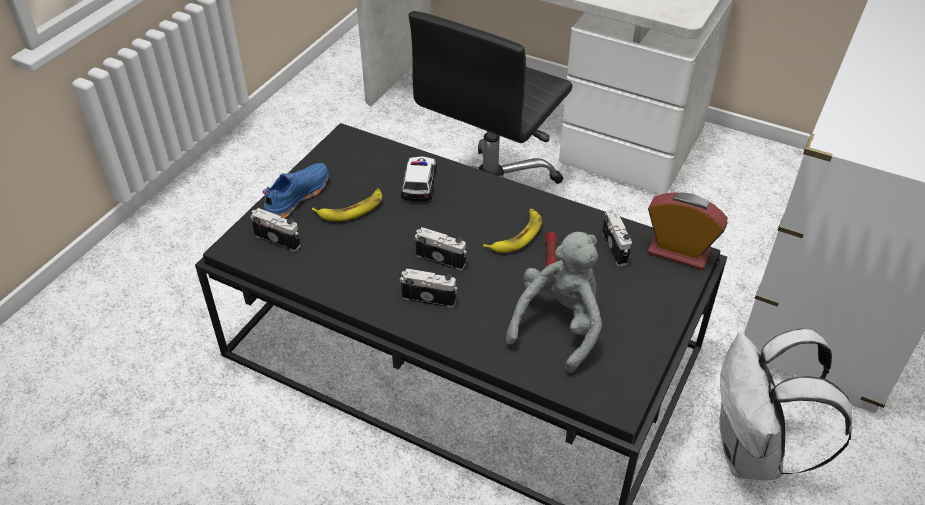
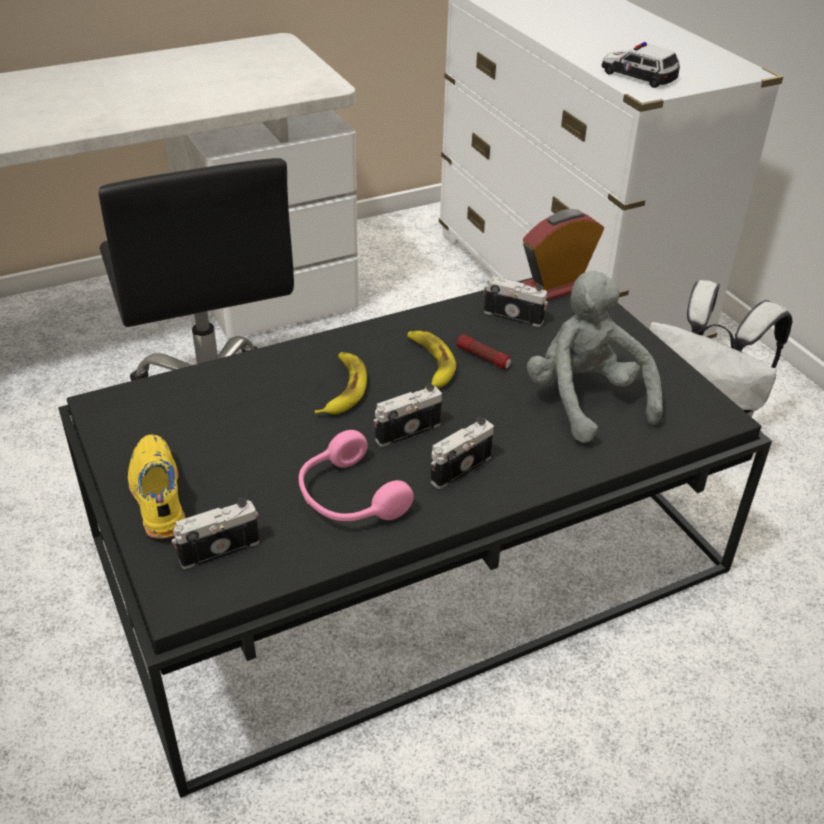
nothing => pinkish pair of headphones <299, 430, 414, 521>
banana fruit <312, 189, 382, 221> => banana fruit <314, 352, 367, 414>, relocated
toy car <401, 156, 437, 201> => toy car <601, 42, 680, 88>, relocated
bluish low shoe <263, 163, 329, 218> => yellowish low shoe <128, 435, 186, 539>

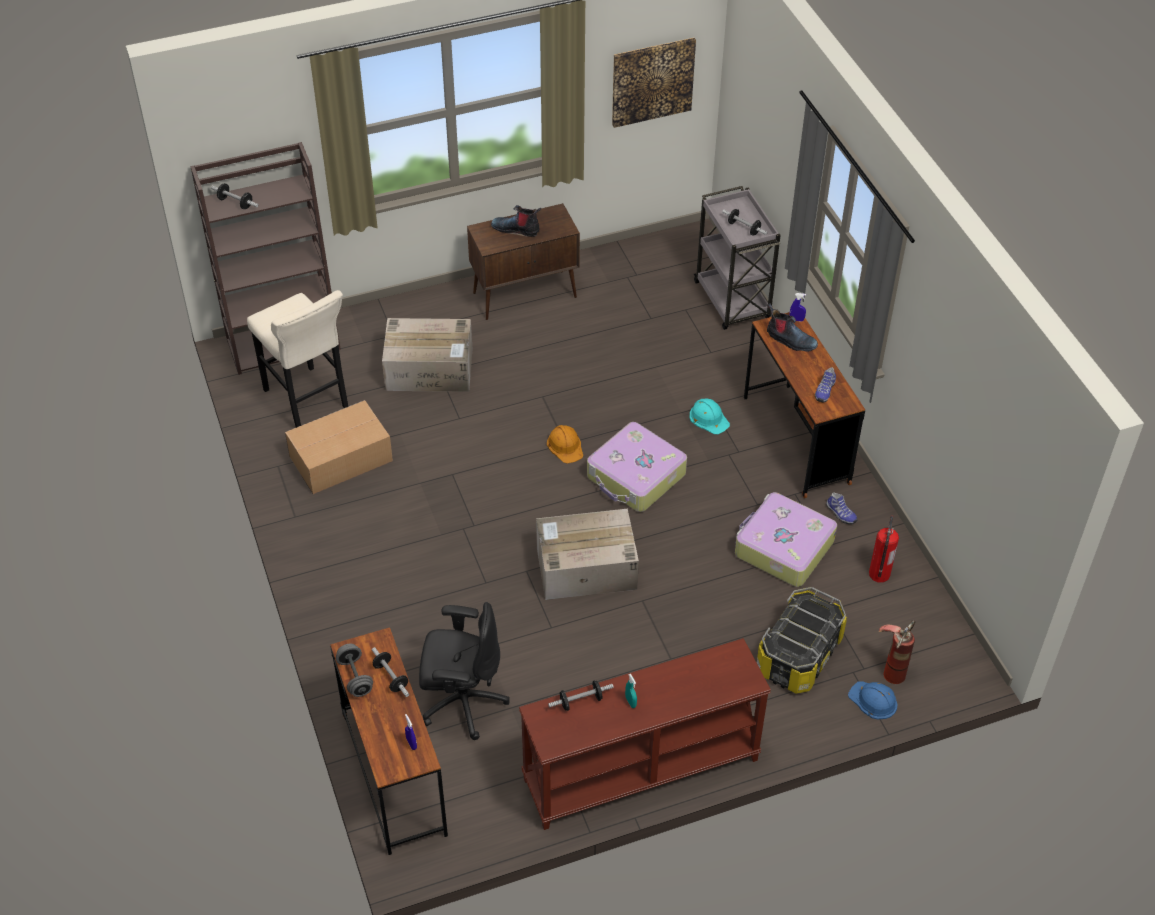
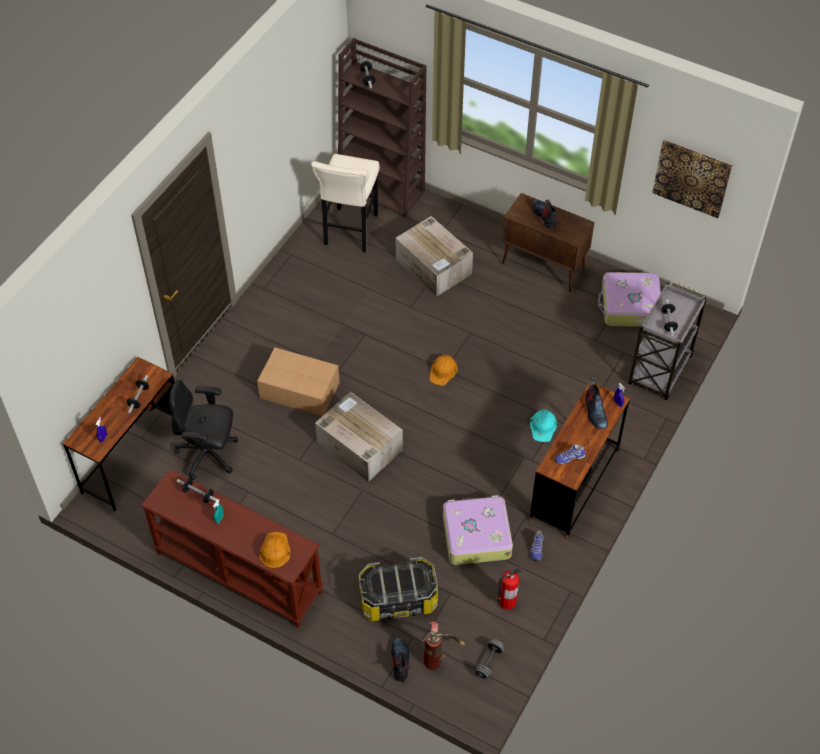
nothing => orangey hard hat <259, 532, 290, 568>
packing box <285, 400, 393, 494> => packing box <257, 348, 340, 416>, relocated
gray hand weight <336, 644, 373, 697> => gray hand weight <474, 639, 504, 679>, relocated
piece of luggage <587, 422, 687, 512> => piece of luggage <598, 272, 661, 327>, relocated
bluish hard hat <848, 681, 897, 719> => tall boot <391, 638, 409, 682>
blackish desk chair <419, 602, 510, 740> => blackish desk chair <169, 380, 238, 480>, 135 degrees clockwise

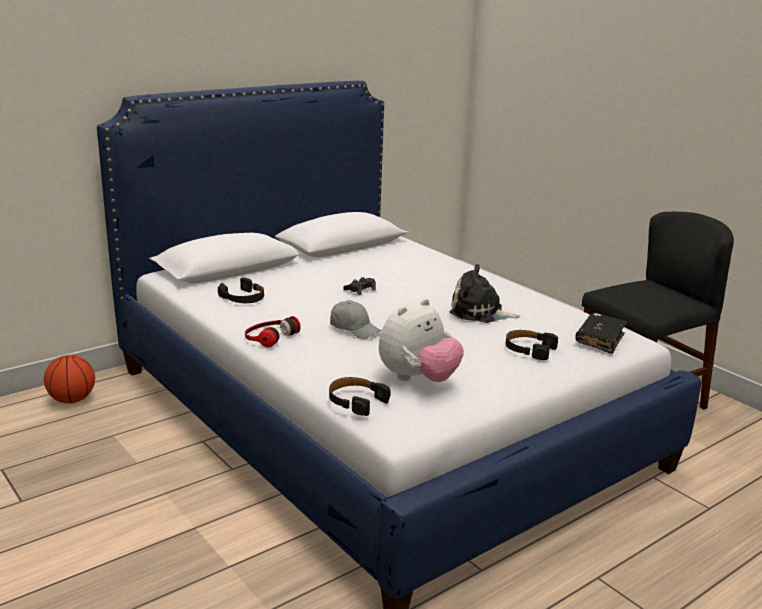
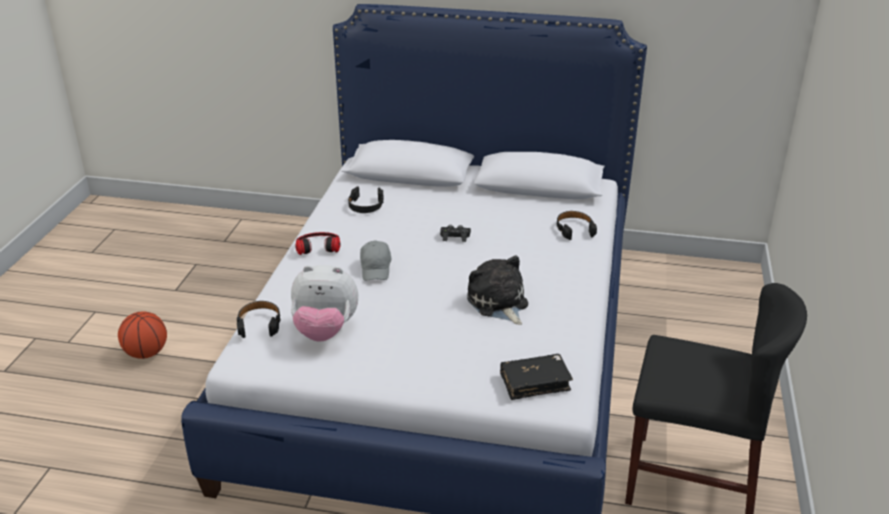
ball for basketball <44, 355, 95, 404> => ball for basketball <118, 311, 167, 359>, relocated
blackish pair of headphones <506, 330, 558, 360> => blackish pair of headphones <557, 211, 597, 240>, relocated

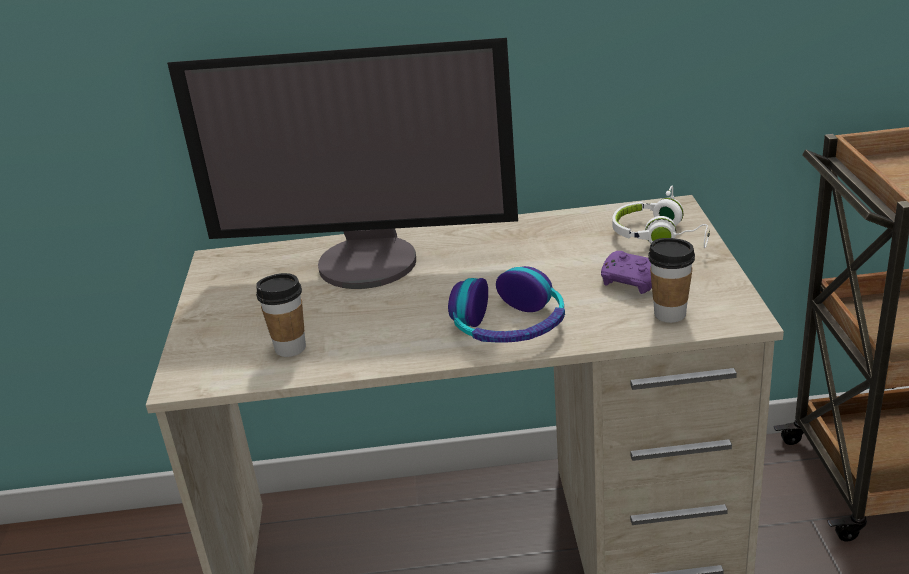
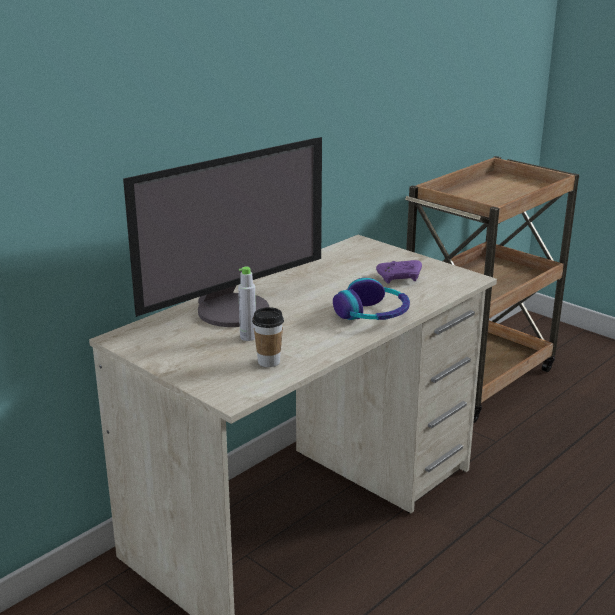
whitish pair of headphones <613, 186, 710, 248> => nothing
cup <648, 238, 695, 323> => nothing
nothing => gray drink bottle <238, 267, 256, 341>

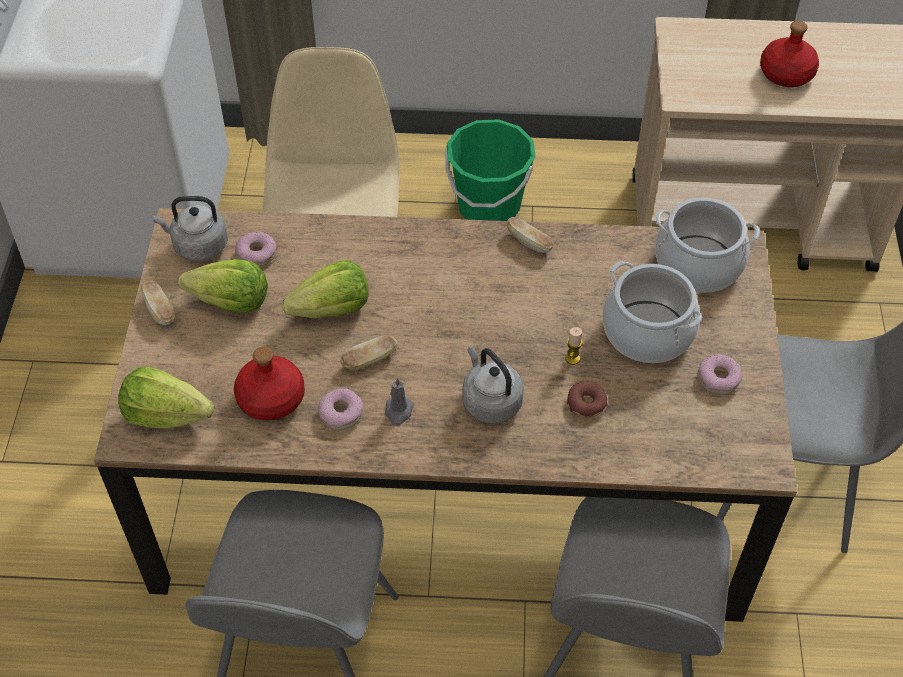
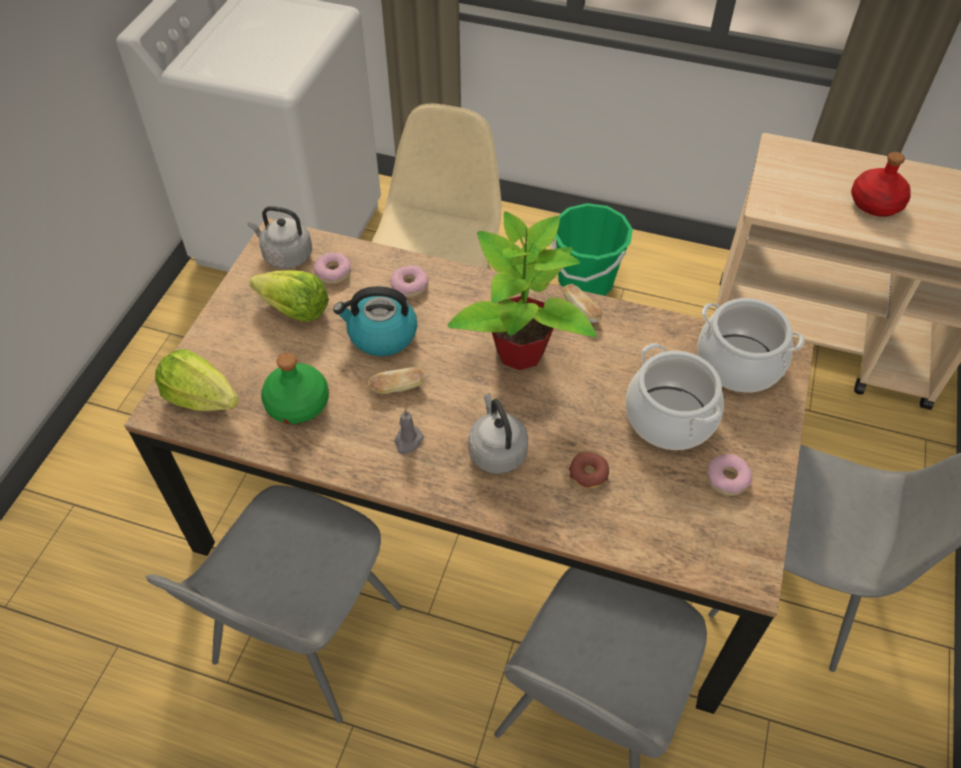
bread <141, 281, 175, 326> => nothing
wax light <565, 327, 583, 365> => nothing
nothing => plant in a pot <448, 212, 597, 370>
doughnut <318, 388, 363, 430> => doughnut <390, 265, 429, 298>, relocated
lettuce head <282, 260, 369, 318> => kettle <333, 286, 417, 356>
reddish drink bottle <234, 347, 305, 421> => greenish drink bottle <261, 353, 329, 424>

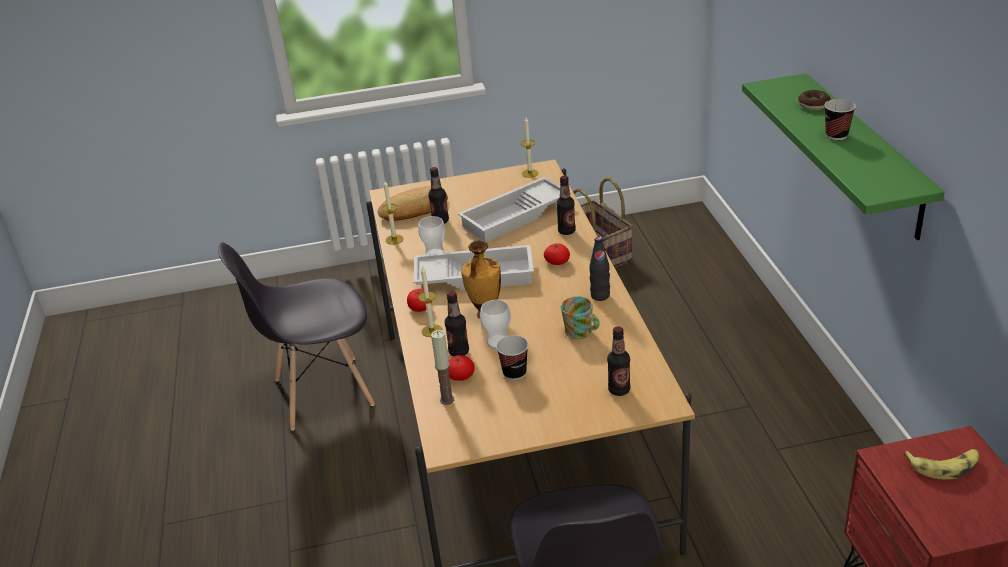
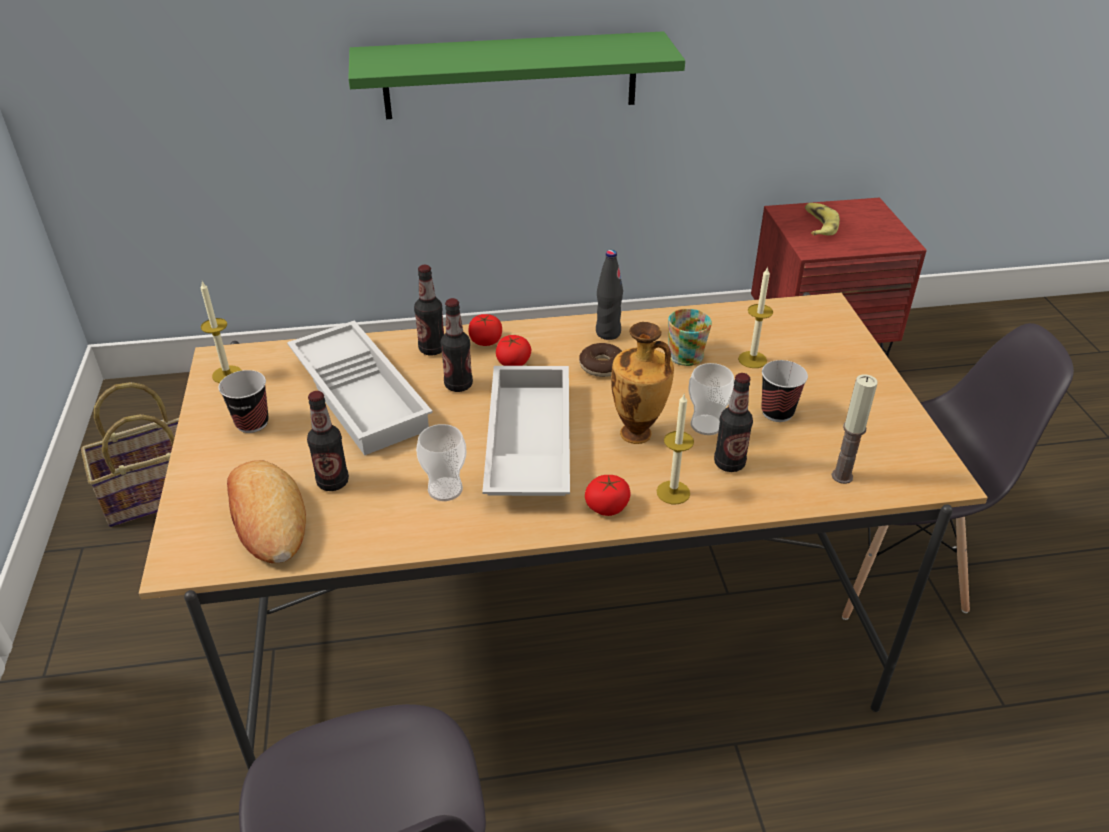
wax light <382, 181, 404, 245> => wax light <738, 266, 773, 368>, relocated
fresh tomato <449, 355, 475, 381> => fresh tomato <469, 314, 502, 346>, relocated
drink bottle <607, 327, 630, 396> => drink bottle <441, 298, 473, 392>, relocated
doughnut <798, 90, 831, 110> => doughnut <579, 343, 622, 377>, relocated
cup <824, 99, 856, 140> => cup <219, 370, 269, 433>, relocated

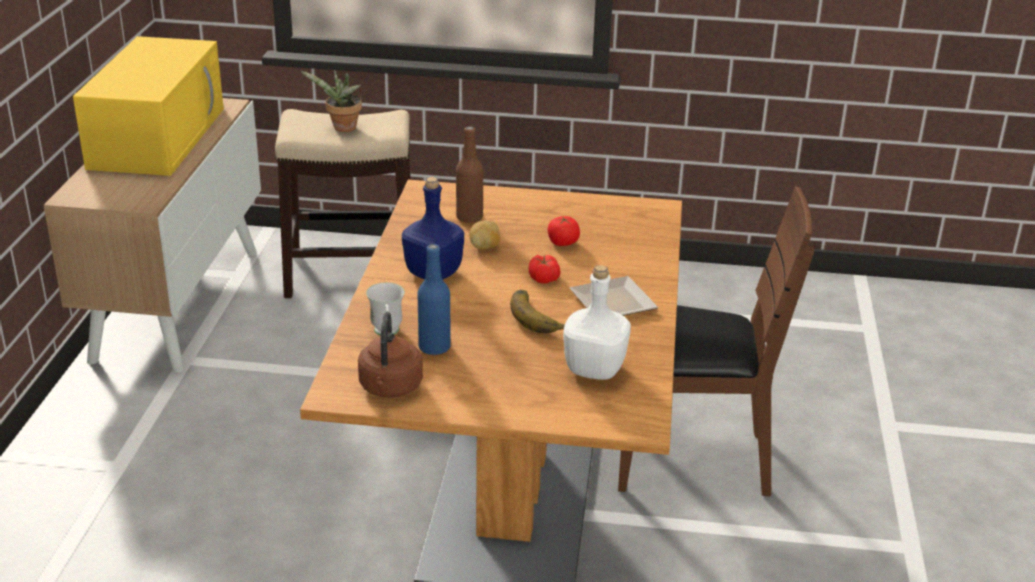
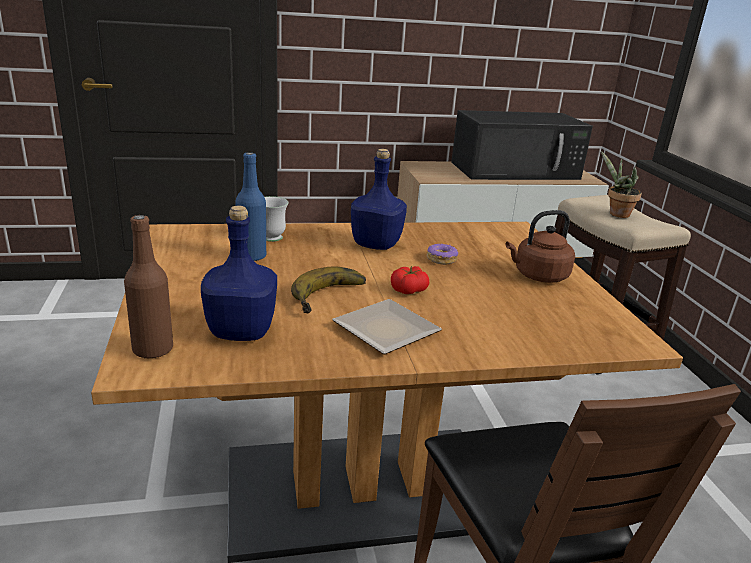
fresh tomato <548, 216, 580, 246> => nothing
brown kettle <358, 312, 423, 398> => brown kettle <506, 210, 575, 283>, relocated
brown drink bottle <456, 126, 483, 223> => brown drink bottle <124, 215, 173, 359>, relocated
potato <469, 220, 500, 250> => doughnut <427, 243, 458, 265>
yellowish microwave <73, 36, 224, 176> => blackish microwave <451, 110, 593, 180>
whitish drink bottle <563, 265, 631, 380> => bluish drink bottle <201, 205, 277, 341>

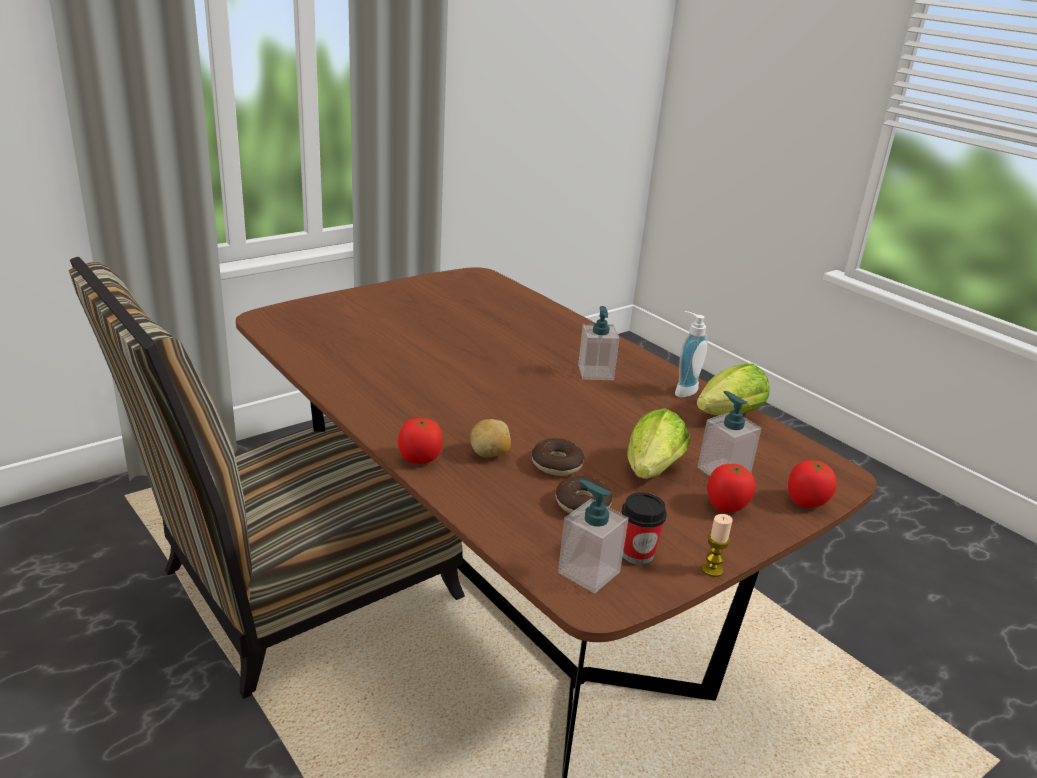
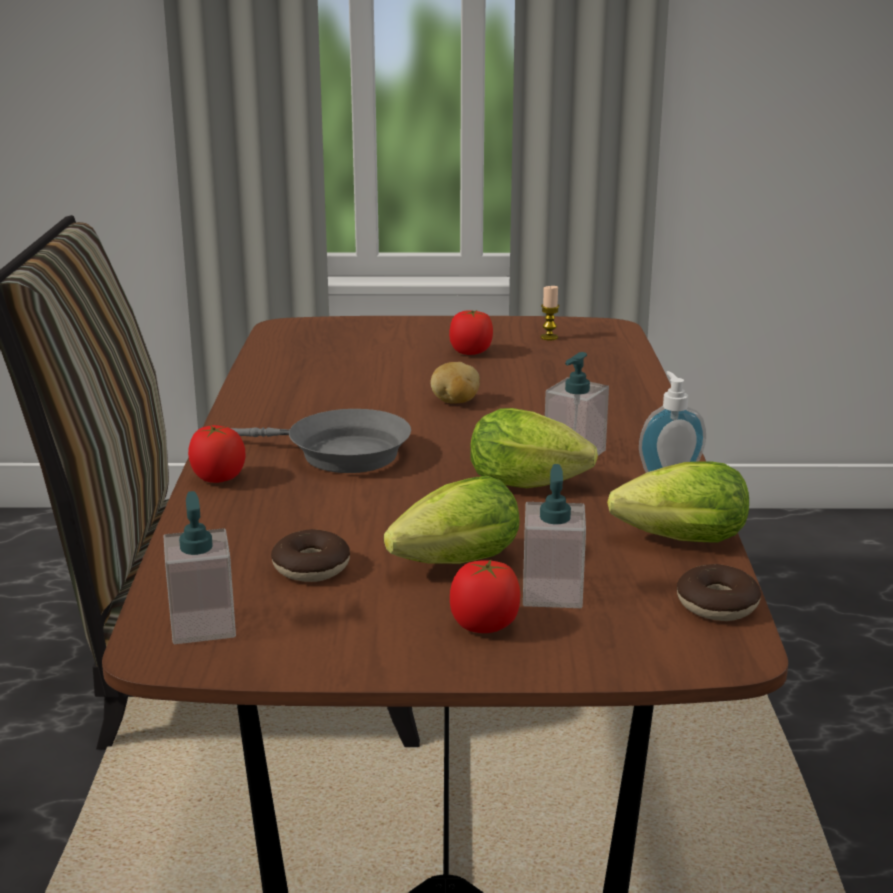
cup <622, 492, 667, 565> => nothing
nothing => gray skillet <231, 409, 411, 473>
nothing => lettuce head <470, 408, 598, 488>
potato <470, 419, 511, 457> => potato <431, 362, 480, 403>, relocated
doughnut <532, 438, 585, 476> => doughnut <677, 564, 761, 621>, relocated
wax light <701, 514, 733, 577> => wax light <540, 286, 559, 340>, relocated
fresh tomato <788, 460, 837, 508> => fresh tomato <449, 310, 493, 355>, relocated

